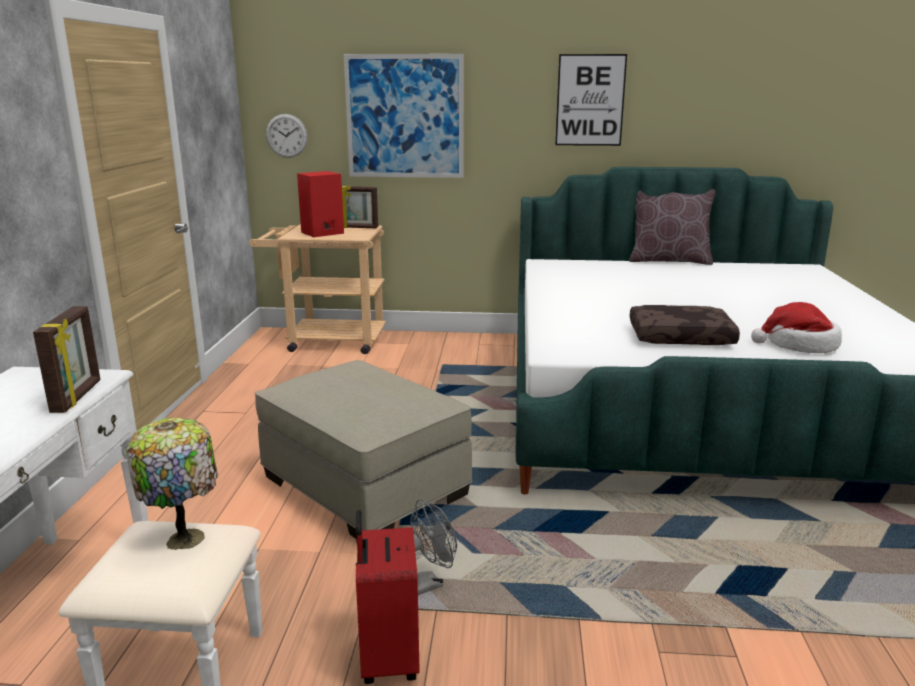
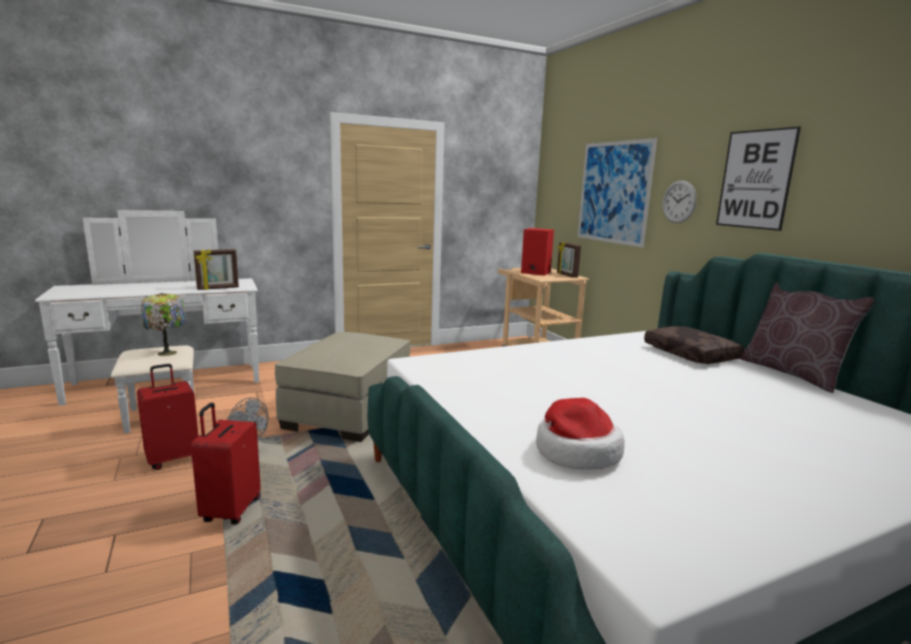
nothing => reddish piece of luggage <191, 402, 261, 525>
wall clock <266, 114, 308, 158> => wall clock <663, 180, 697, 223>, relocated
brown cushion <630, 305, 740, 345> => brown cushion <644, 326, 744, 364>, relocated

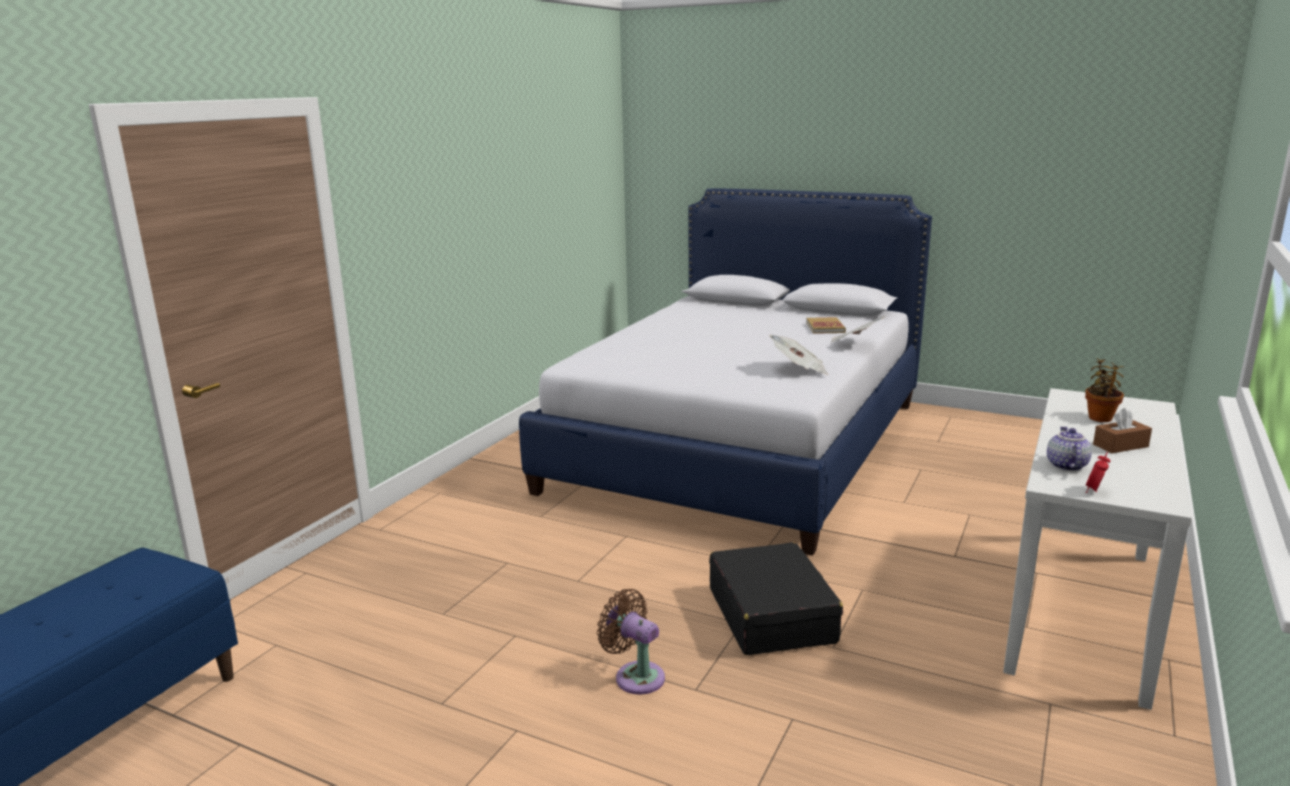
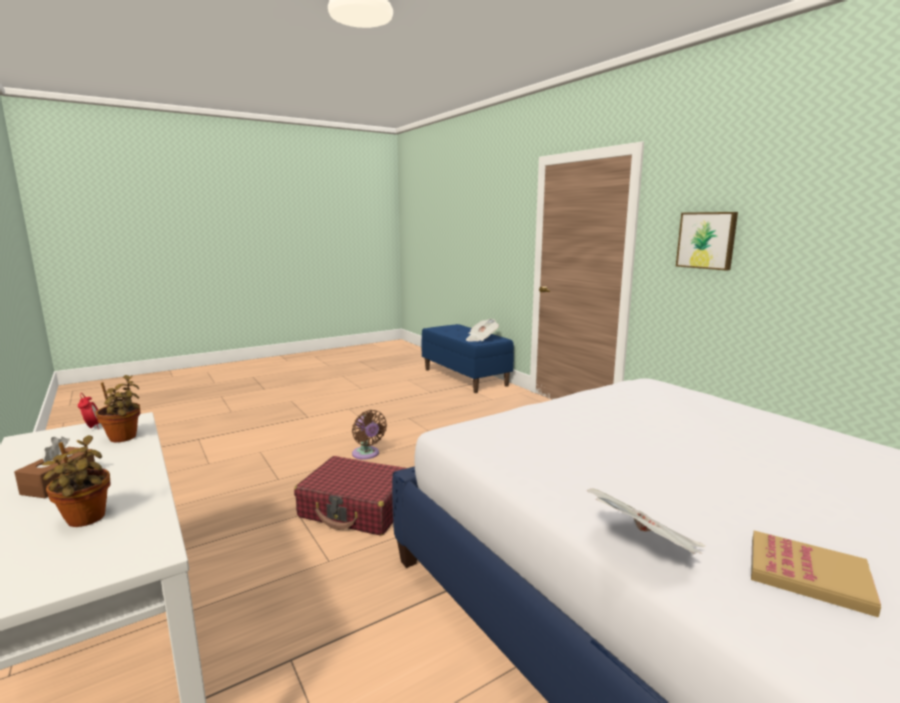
nothing => wall picture <676, 212, 738, 271>
daily paper <769, 335, 828, 375> => daily paper <466, 319, 499, 342>, relocated
pot for tea <1047, 426, 1092, 471> => plant in a pot <95, 375, 140, 442>
blackish piece of luggage <709, 542, 843, 655> => reddish piece of luggage <294, 456, 407, 536>
brown fan <597, 589, 665, 695> => brown fan <352, 410, 387, 460>, 75 degrees clockwise

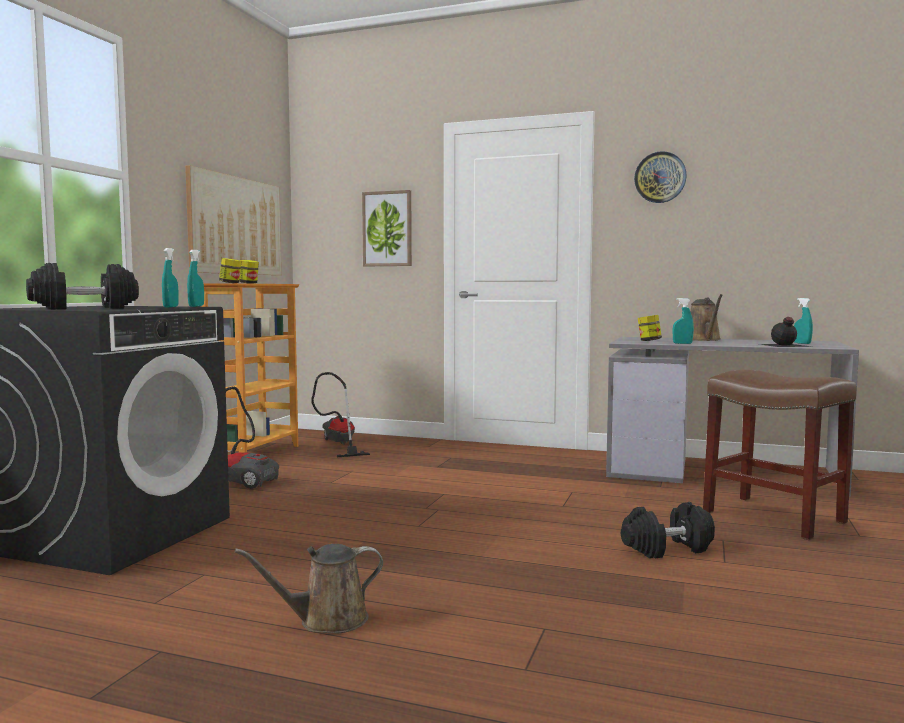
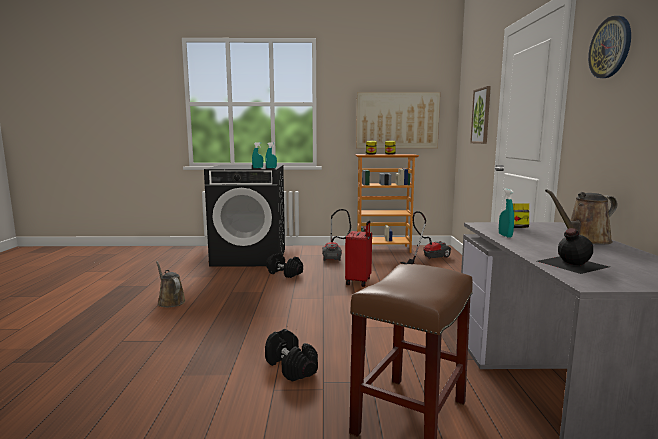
blue-green sprayer <794, 298, 813, 344> => nothing
nothing => reddish piece of luggage <345, 220, 372, 287>
blackish hand weight <26, 263, 139, 309> => blackish hand weight <266, 253, 303, 278>, relocated

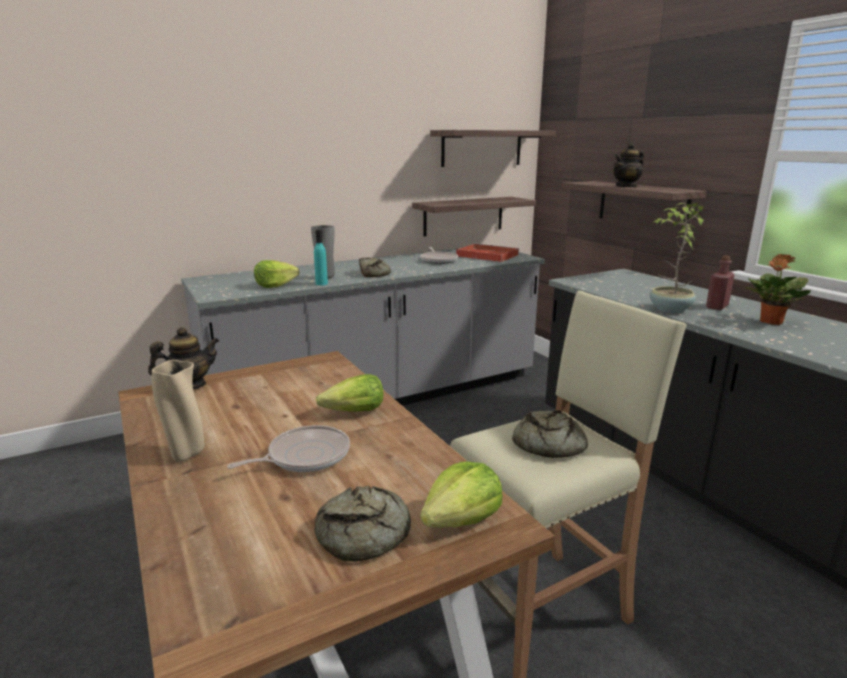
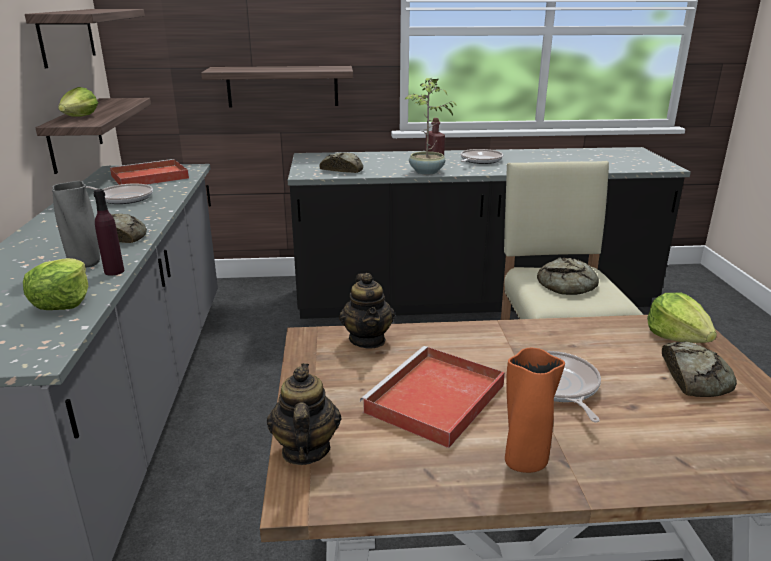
nothing => bread <320, 153, 363, 173>
nothing => reddish carrying tray <360, 346, 505, 448>
lettuce head <316, 374, 383, 412> => lettuce head <58, 87, 98, 117>, relocated
pot for tea <613, 143, 644, 187> => pot for tea <339, 273, 395, 348>, relocated
plant in a pot <746, 254, 811, 325> => skillet <461, 149, 503, 164>
beige-coloured decorative vase <152, 360, 204, 462> => orangey decorative vase <505, 348, 565, 473>
blue-green drink bottle <314, 230, 328, 286> => purplish drink bottle <93, 189, 124, 276>

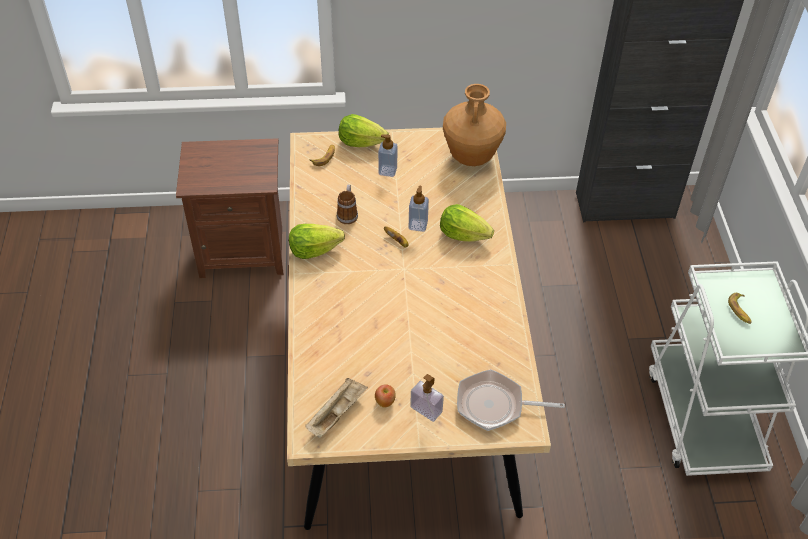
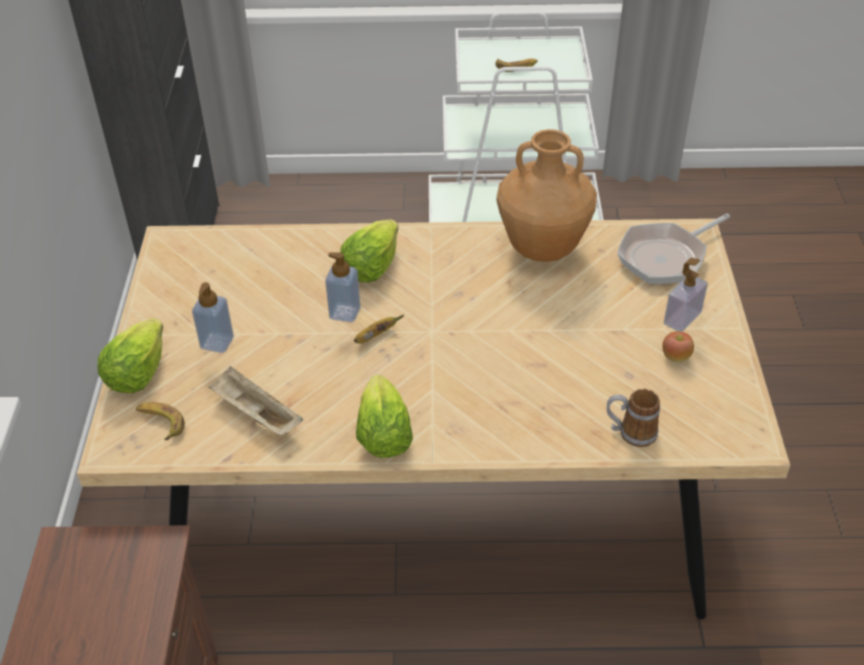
beige-coloured carrying tray <305, 378, 368, 438> => beige-coloured carrying tray <209, 366, 303, 435>, relocated
mug <337, 185, 358, 224> => mug <607, 389, 660, 447>, relocated
brown decorative vase <443, 84, 506, 166> => brown decorative vase <497, 129, 597, 262>, relocated
skillet <457, 369, 565, 431> => skillet <617, 214, 730, 284>, 45 degrees clockwise

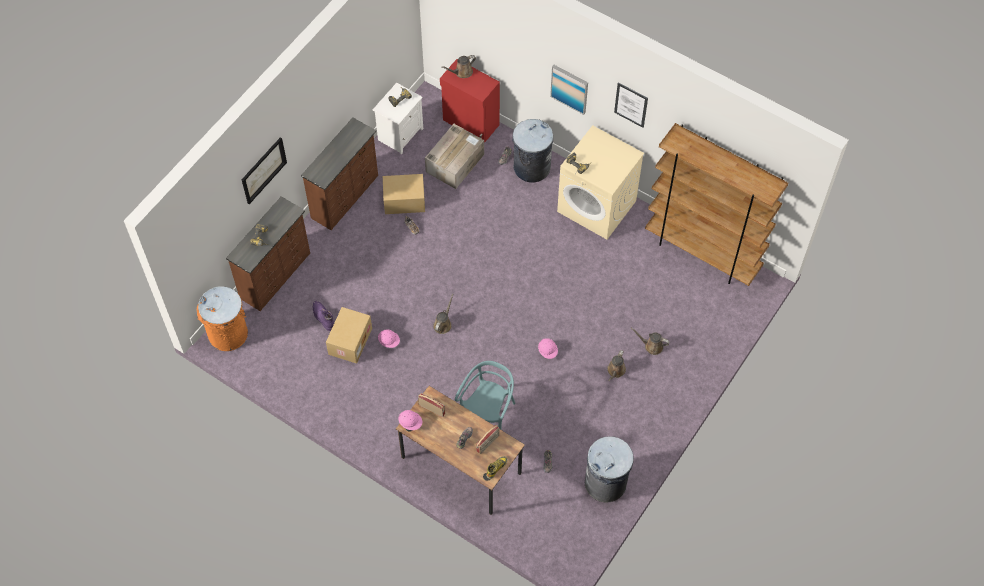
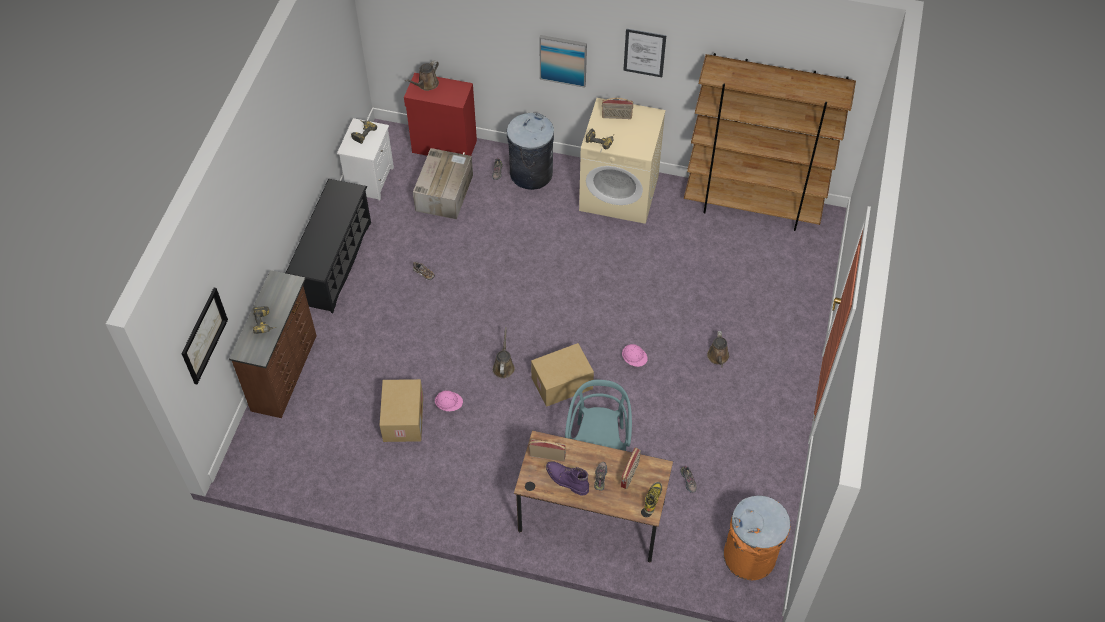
pinkish hard hat <399, 410, 422, 430> => nothing
gray rubbish bin <585, 436, 634, 503> => nothing
brown sprinkling can <631, 328, 670, 355> => nothing
nothing => radio <602, 98, 633, 119>
orangey rubbish bin <197, 286, 248, 351> => orangey rubbish bin <723, 495, 790, 580>, relocated
wall picture <242, 137, 287, 204> => wall picture <181, 288, 228, 384>, relocated
purplish tall boot <312, 301, 334, 331> => purplish tall boot <546, 461, 589, 496>, relocated
packing box <383, 174, 425, 214> => packing box <531, 343, 594, 407>, relocated
brown dresser <301, 117, 378, 230> => blackish shoe stand <286, 179, 371, 313>

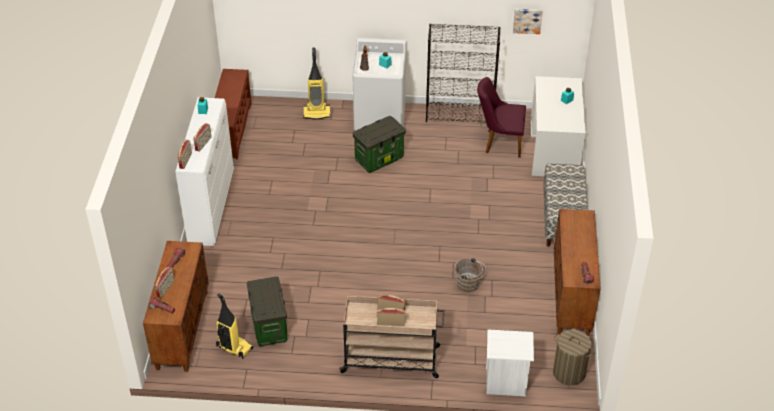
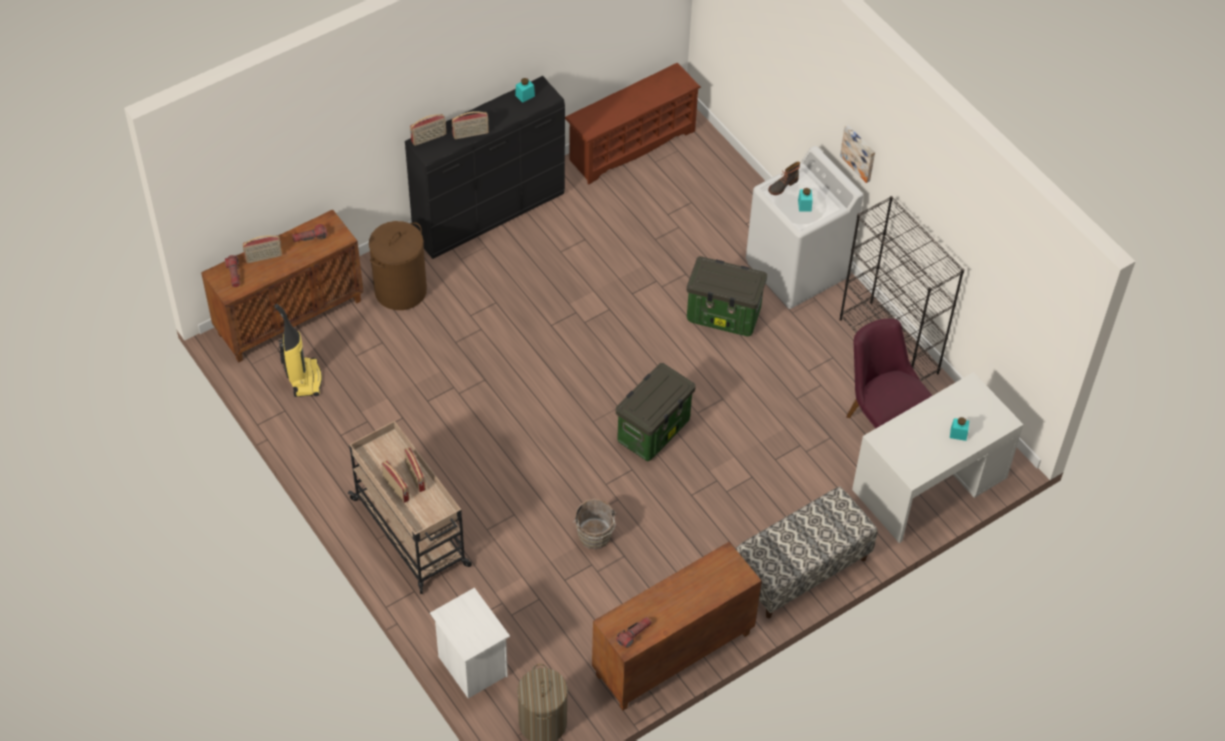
vacuum <303, 48, 331, 119> => nothing
nothing => brown washing basket <369, 221, 427, 310>
storage bin <247, 276, 287, 346> => storage bin <616, 363, 696, 461>, relocated
wall picture <513, 9, 543, 34> => wall picture <840, 125, 875, 183>, relocated
whitish dresser <175, 97, 234, 246> => blackish dresser <405, 76, 565, 259>

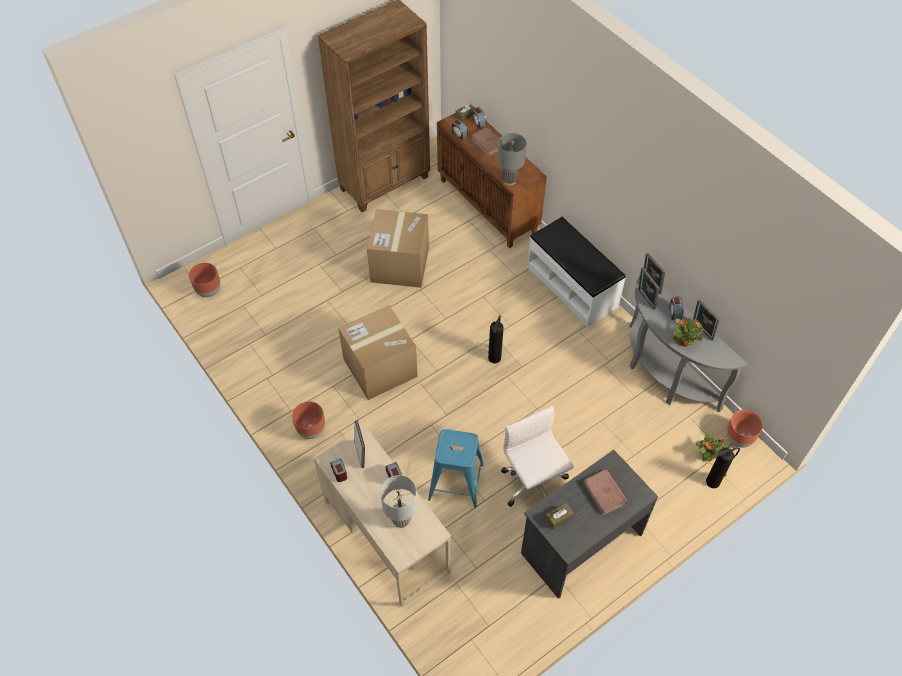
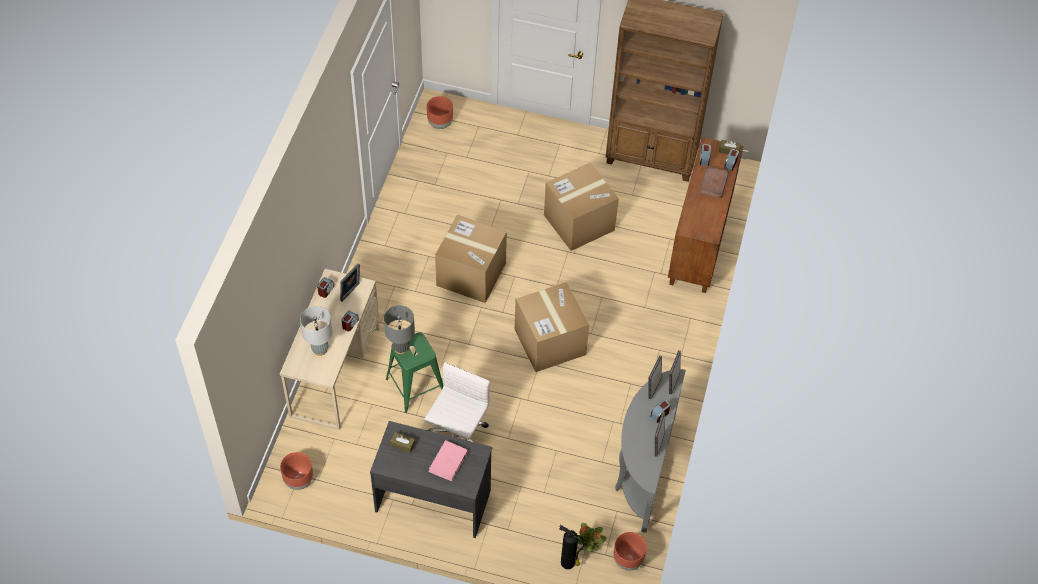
whitish indoor bench <527, 217, 626, 327> => nothing
plant in a pot <673, 319, 704, 347> => nothing
brown flower pot <292, 401, 325, 439> => brown flower pot <280, 452, 313, 490>, relocated
gray tabletop lamp <497, 133, 527, 186> => gray tabletop lamp <384, 305, 415, 354>, relocated
fire extinguisher <488, 315, 504, 364> => packing box <515, 282, 589, 372>
bluish stool seat <428, 429, 484, 508> => greenish stool seat <386, 332, 443, 413>
brown book <583, 469, 628, 516> => pinkish book <428, 440, 468, 481>

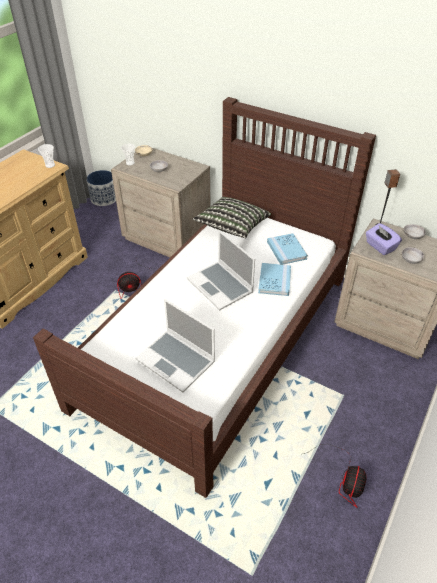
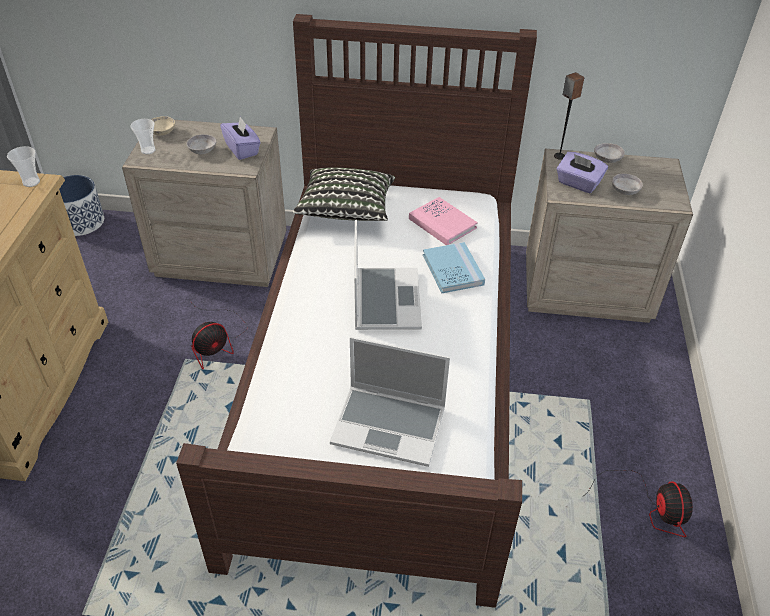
nothing => purplish box of tissues <220, 116, 261, 160>
bluish book <267, 233, 308, 265> => pinkish book <409, 197, 478, 245>
portable computer <187, 230, 255, 310> => portable computer <354, 220, 422, 330>, 120 degrees counterclockwise

